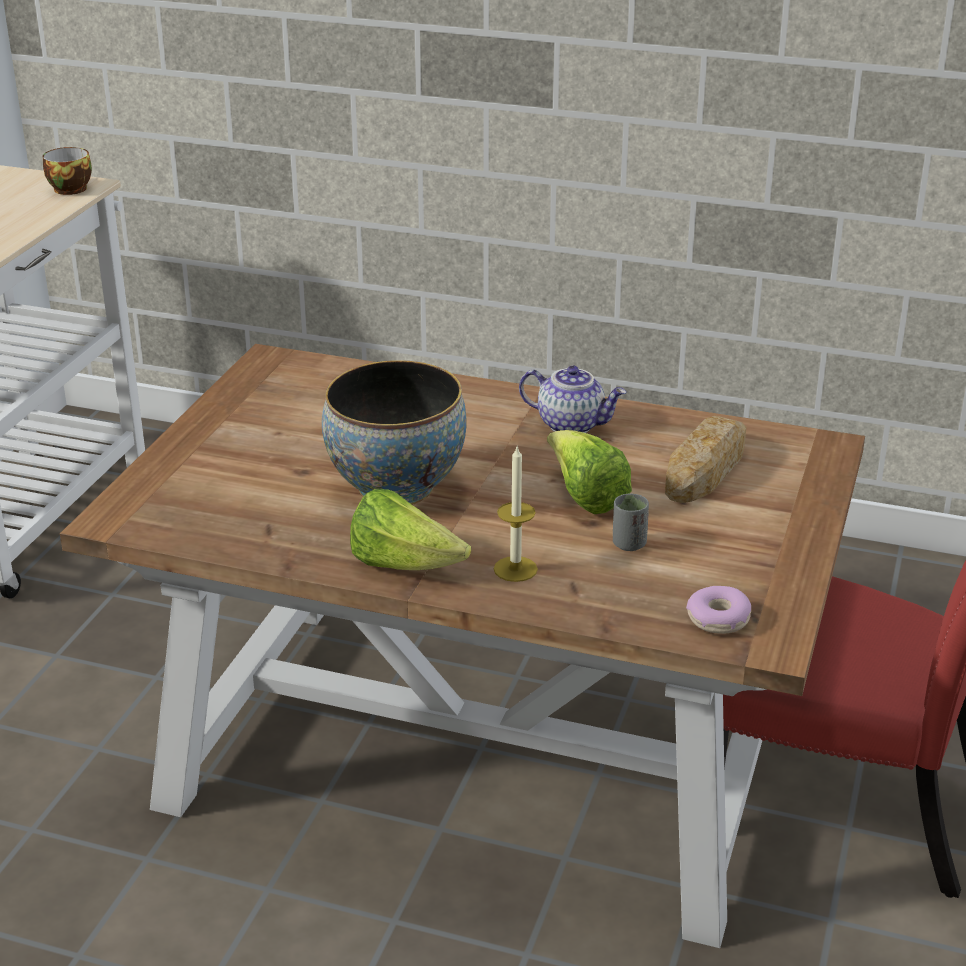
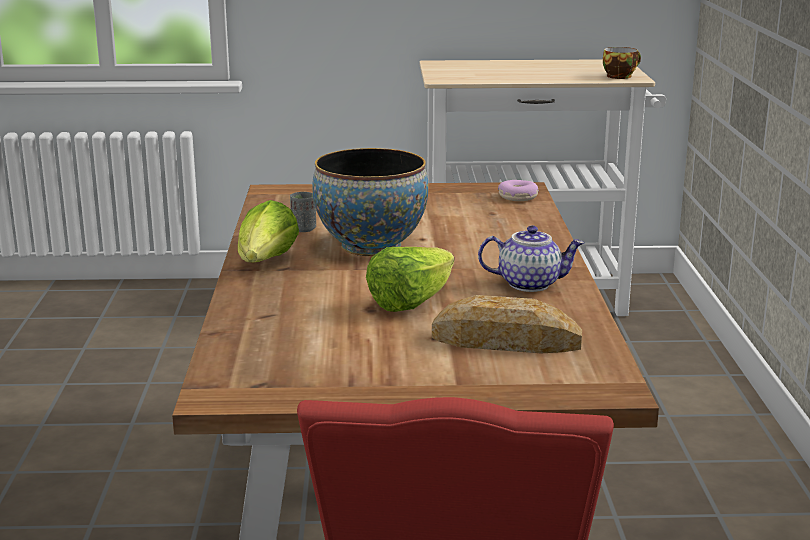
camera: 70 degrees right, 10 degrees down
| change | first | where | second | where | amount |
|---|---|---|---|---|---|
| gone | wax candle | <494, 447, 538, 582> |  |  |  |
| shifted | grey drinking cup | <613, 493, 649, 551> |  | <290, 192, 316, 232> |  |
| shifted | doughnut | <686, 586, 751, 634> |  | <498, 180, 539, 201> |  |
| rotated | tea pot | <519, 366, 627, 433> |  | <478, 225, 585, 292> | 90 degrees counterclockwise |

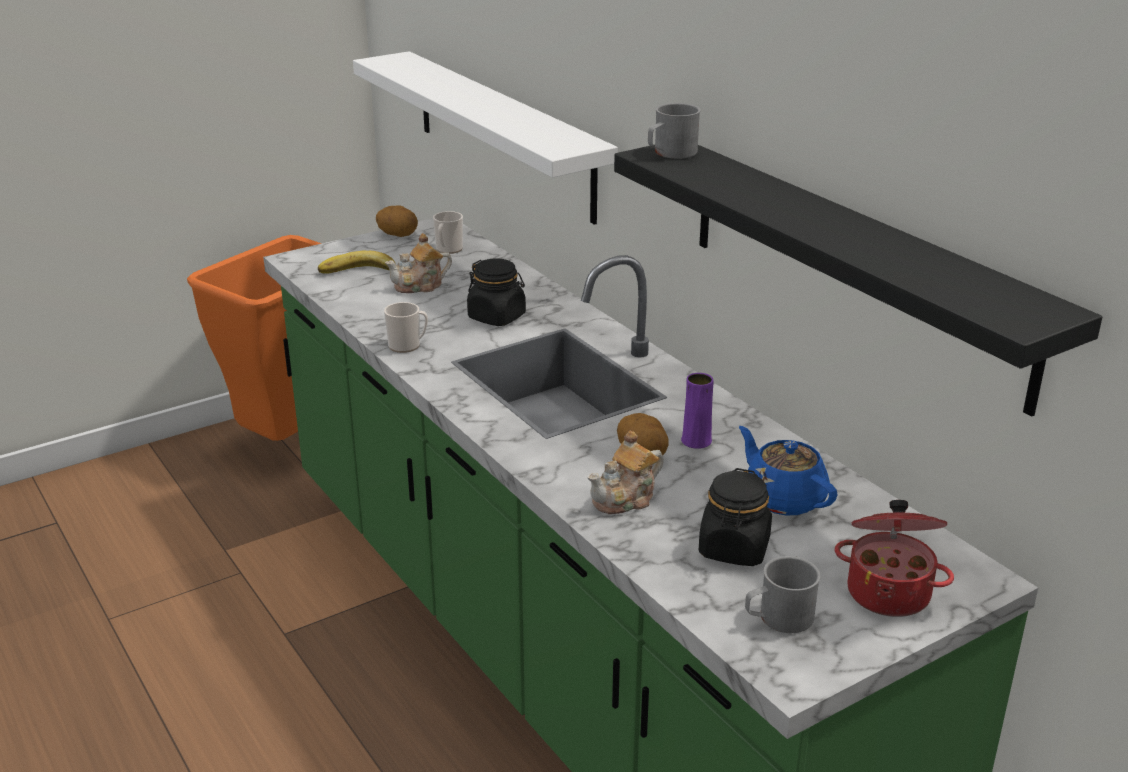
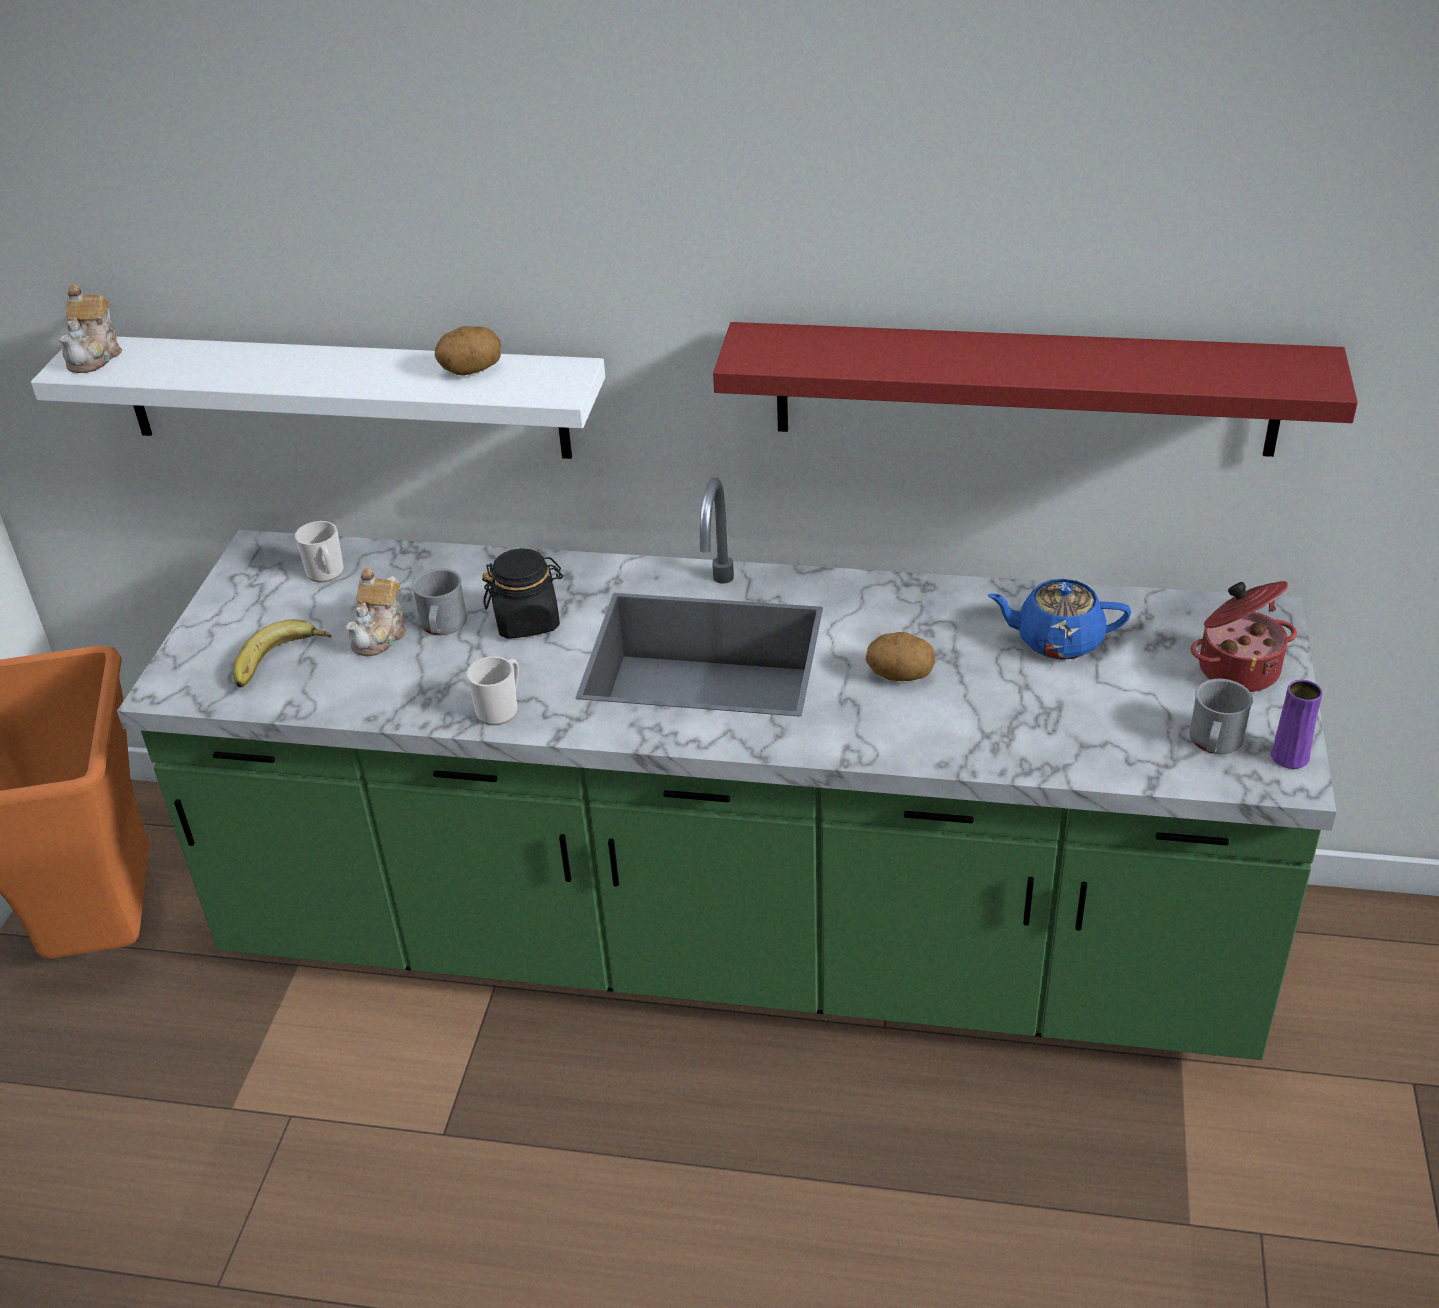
camera: 45 degrees left, 10 degrees up
| change | first | where | second | where | amount |
|---|---|---|---|---|---|
| gone | black-coloured storage jar | <699, 468, 772, 566> |  |  |  |
| shifted | spud | <376, 205, 418, 237> |  | <435, 326, 501, 376> |  |
| shifted | tea pot | <588, 431, 664, 514> |  | <59, 284, 122, 373> |  |
| shifted | grey mug | <648, 103, 701, 159> |  | <412, 568, 467, 635> |  |
| shifted | purple flower vase | <681, 373, 714, 449> |  | <1270, 680, 1322, 769> |  |
| repainted | black-coloured shelf | <614, 145, 1102, 417> | reddish shelf | <713, 322, 1358, 457> |  |

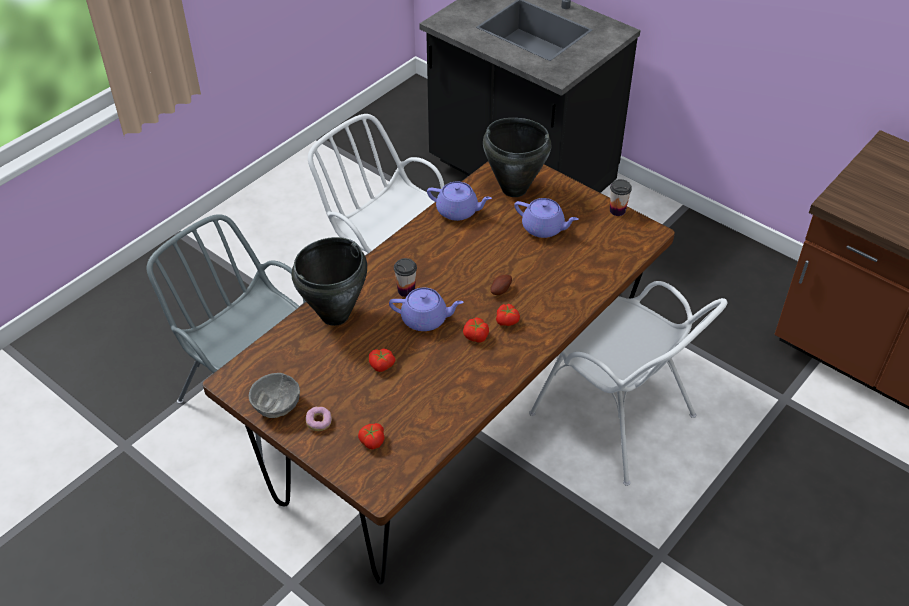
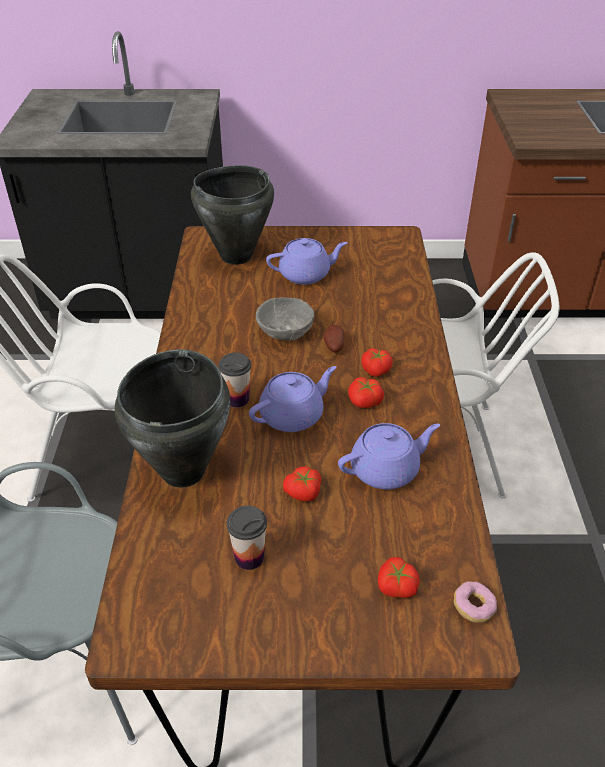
camera: 40 degrees left, 5 degrees down
| change | first | where | second | where | amount |
|---|---|---|---|---|---|
| shifted | grey deep dish | <249, 373, 300, 418> |  | <256, 297, 315, 341> |  |
| shifted | doughnut | <306, 407, 332, 431> |  | <454, 581, 497, 623> |  |
| shifted | purple tea pot | <427, 181, 492, 221> |  | <338, 423, 440, 489> |  |
| shifted | drinking cup | <610, 179, 632, 216> |  | <227, 506, 267, 570> |  |

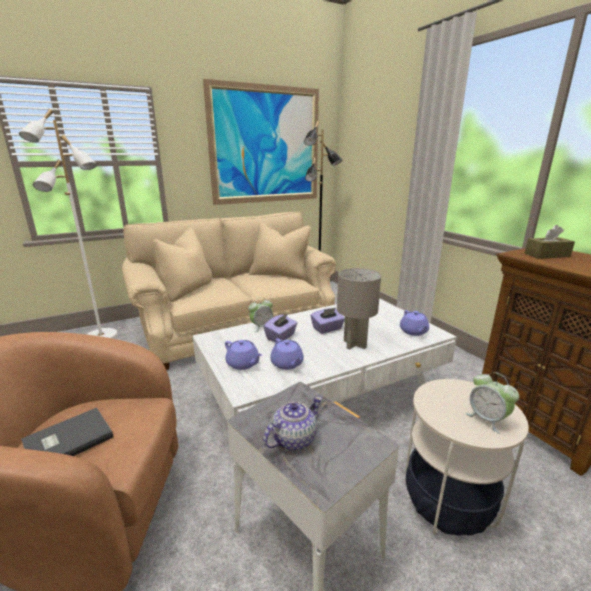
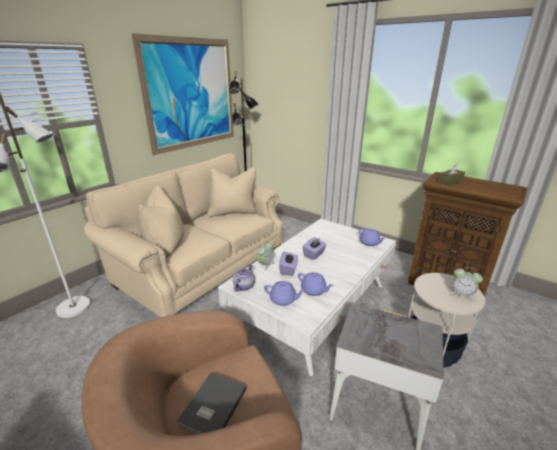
camera: 25 degrees left, 5 degrees up
| change | first | where | second | where | amount |
|---|---|---|---|---|---|
| gone | grey table lamp | <337, 268, 381, 350> |  |  |  |
| shifted | tea pot | <263, 397, 322, 451> |  | <233, 264, 255, 292> |  |

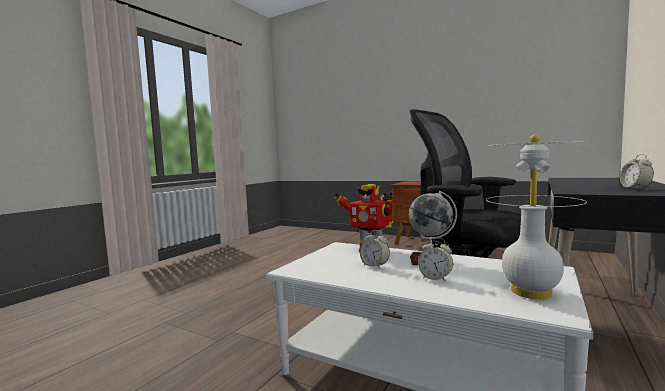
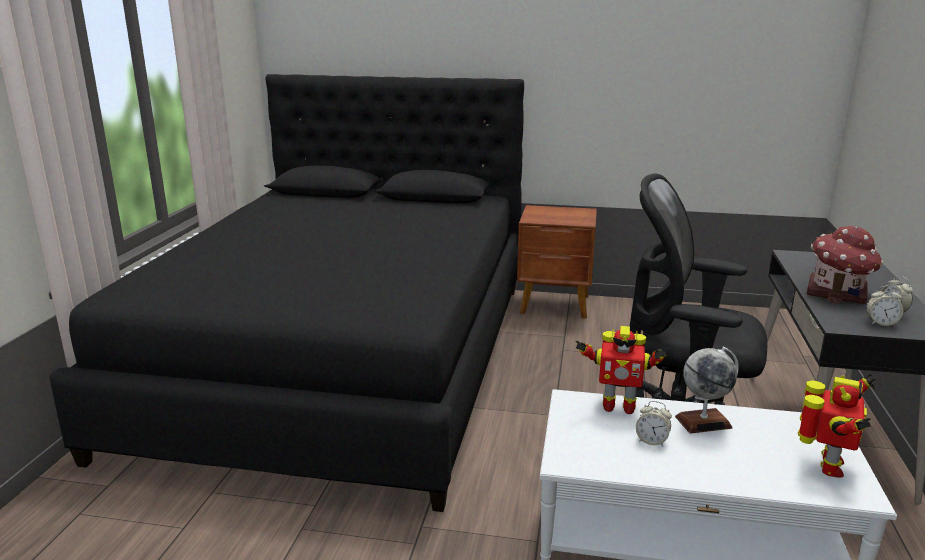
camera: 20 degrees left, 15 degrees up
| change | first | where | second | where | amount |
|---|---|---|---|---|---|
| new |  |  | black-coloured bedroom bed | <49, 74, 524, 512> |  |
| new |  |  | model house | <807, 226, 883, 304> |  |
| shifted | table clock | <418, 237, 453, 282> |  | <866, 286, 903, 327> |  |
| swapped | white table lamp | <486, 134, 589, 299> | robot figure | <798, 373, 875, 478> |  |

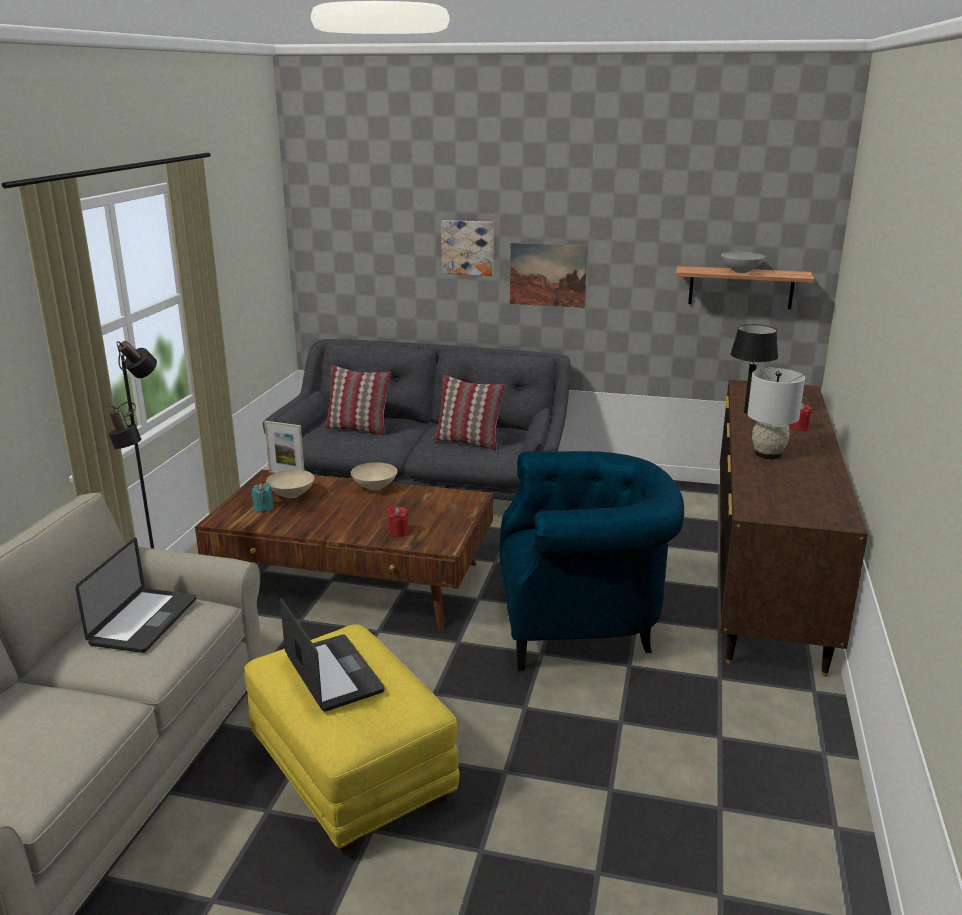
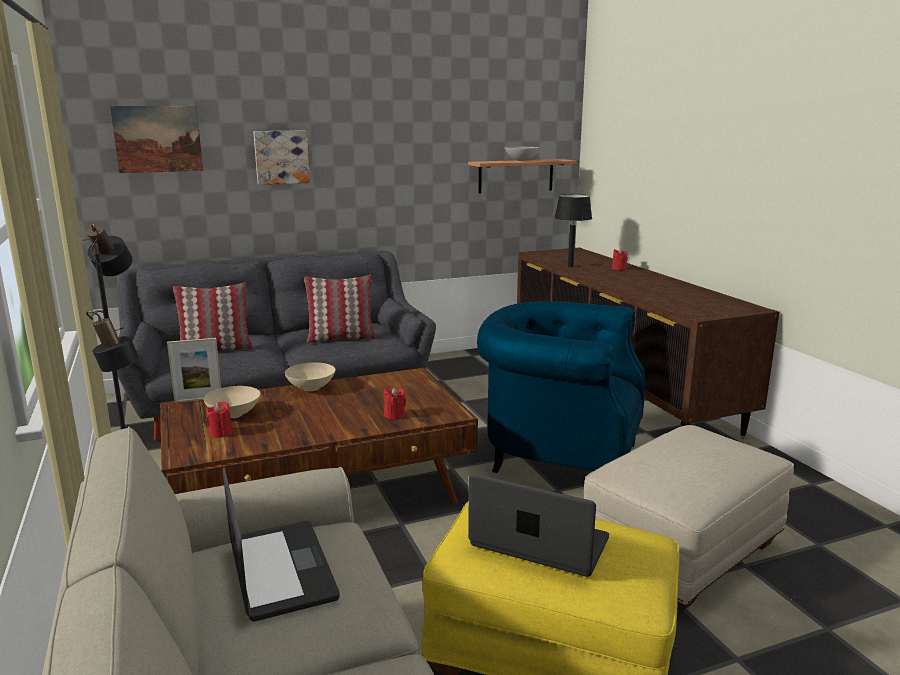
camera: 35 degrees left, 5 degrees down
| change | first | where | second | where | amount |
|---|---|---|---|---|---|
| gone | white table lamp | <747, 368, 805, 459> |  |  |  |
| new |  |  | beige pouffe | <584, 425, 794, 611> |  |
| shifted | wall art | <510, 243, 587, 308> |  | <110, 106, 203, 173> |  |
| repainted | turquoise-coloured wax candle | <251, 483, 274, 513> | reddish wax candle | <206, 402, 232, 438> |  |
| rotated | bluish easy chair | <500, 451, 684, 670> |  | <477, 301, 645, 473> | 120 degrees counterclockwise |

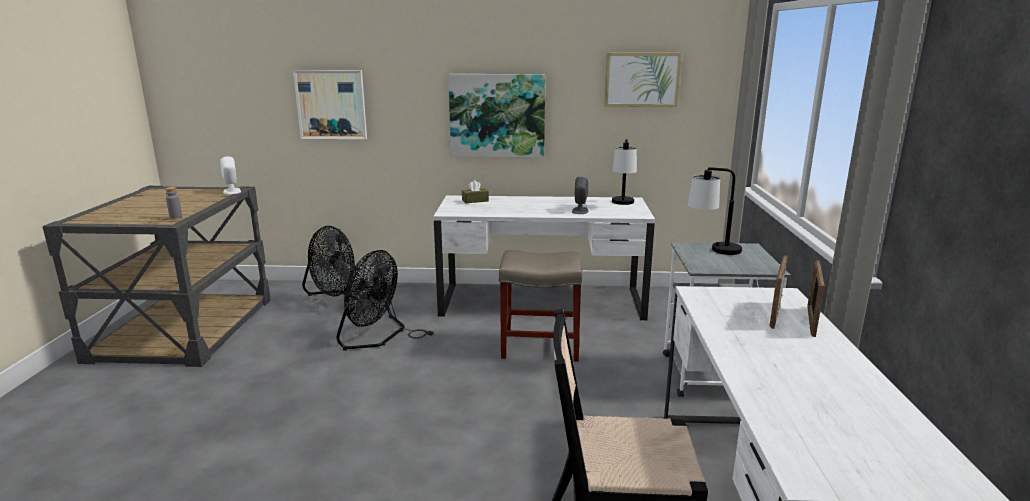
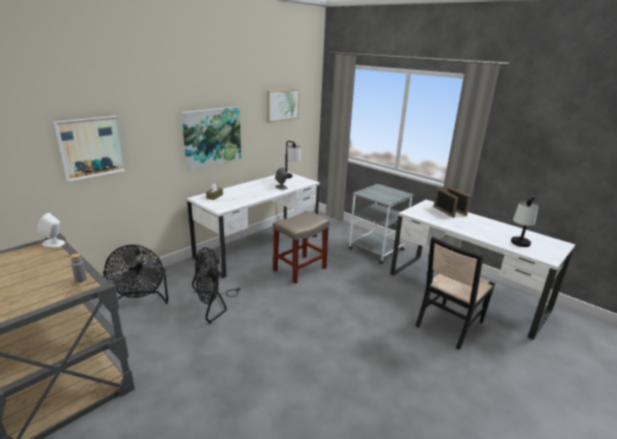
camera: 50 degrees left, 5 degrees up
| change | first | where | second | where | amount |
|---|---|---|---|---|---|
| shifted | table lamp | <688, 167, 742, 255> |  | <511, 195, 539, 247> |  |

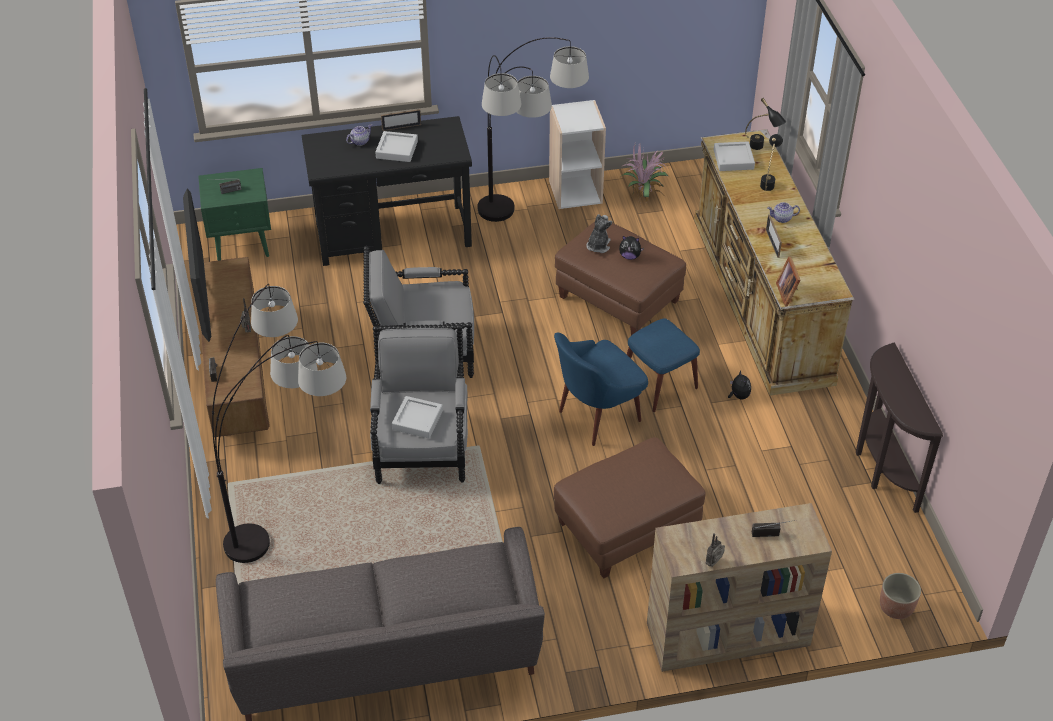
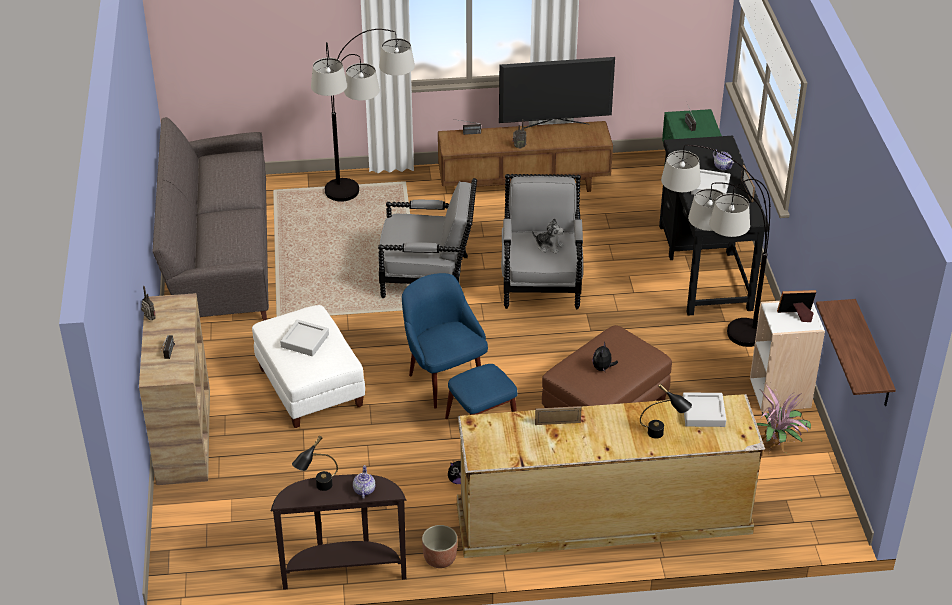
camera: 95 degrees right, 5 degrees down
| change | first | where | second | where | amount |
|---|---|---|---|---|---|
| new |  |  | shelf | <816, 299, 896, 406> |  |
| shifted | grey carrying tray | <392, 396, 443, 438> |  | <280, 319, 329, 356> |  |
| shifted | cuddly toy | <586, 214, 613, 253> |  | <532, 218, 564, 254> |  |
| shifted | black-coloured table lamp | <745, 98, 786, 150> |  | <292, 436, 338, 491> |  |
| shifted | tea pot | <768, 202, 800, 223> |  | <353, 465, 375, 499> |  |
| shifted | standing frame | <776, 257, 801, 306> |  | <777, 290, 816, 322> |  |
| shifted | plant pot | <880, 573, 921, 619> |  | <422, 525, 457, 568> |  |
| repainted | brownish pouffe | <554, 437, 706, 579> | white pouffe | <252, 305, 365, 428> |  |

